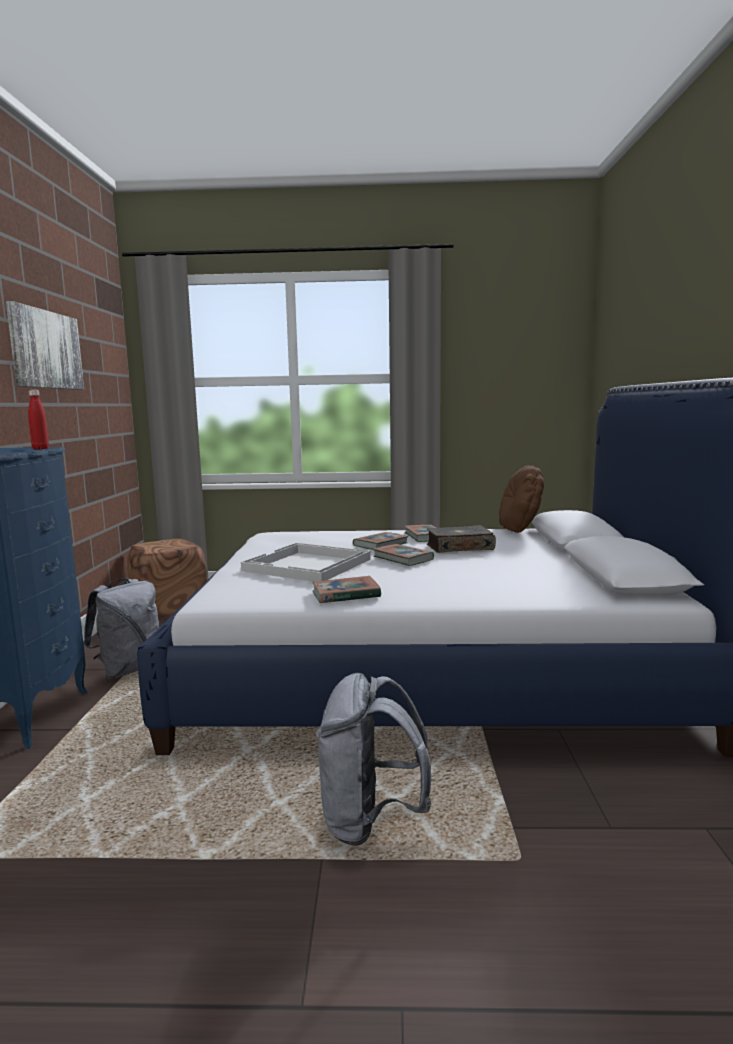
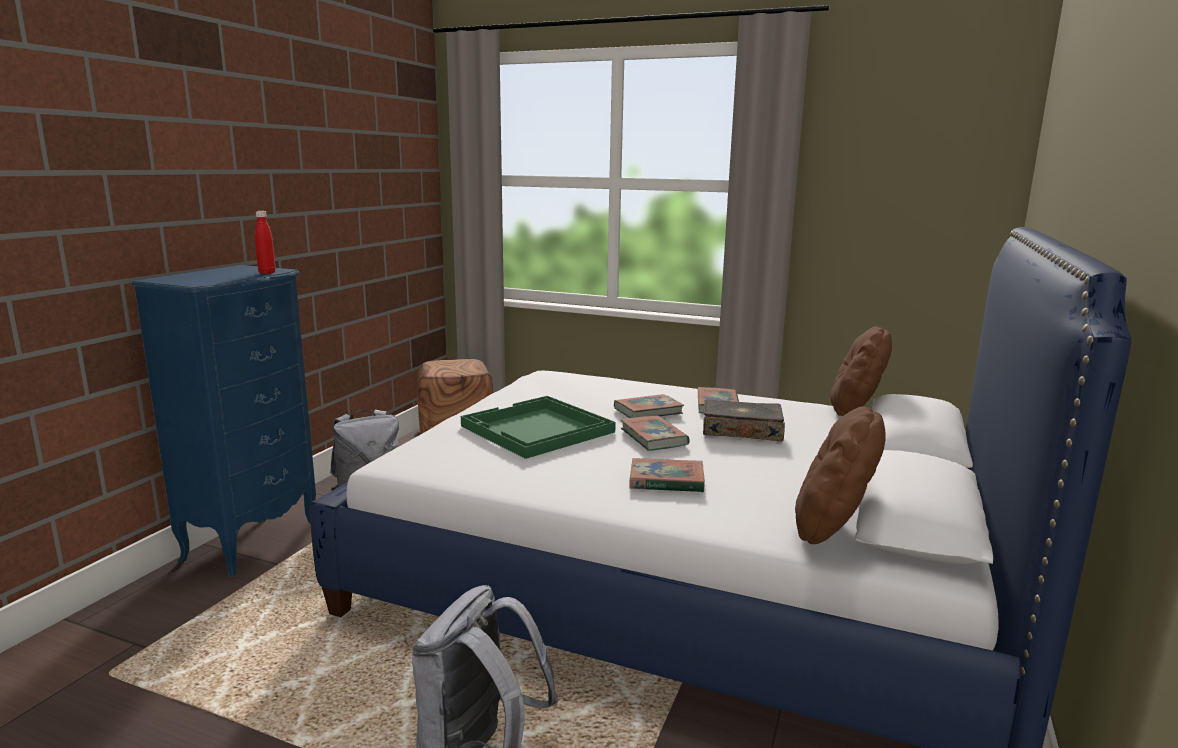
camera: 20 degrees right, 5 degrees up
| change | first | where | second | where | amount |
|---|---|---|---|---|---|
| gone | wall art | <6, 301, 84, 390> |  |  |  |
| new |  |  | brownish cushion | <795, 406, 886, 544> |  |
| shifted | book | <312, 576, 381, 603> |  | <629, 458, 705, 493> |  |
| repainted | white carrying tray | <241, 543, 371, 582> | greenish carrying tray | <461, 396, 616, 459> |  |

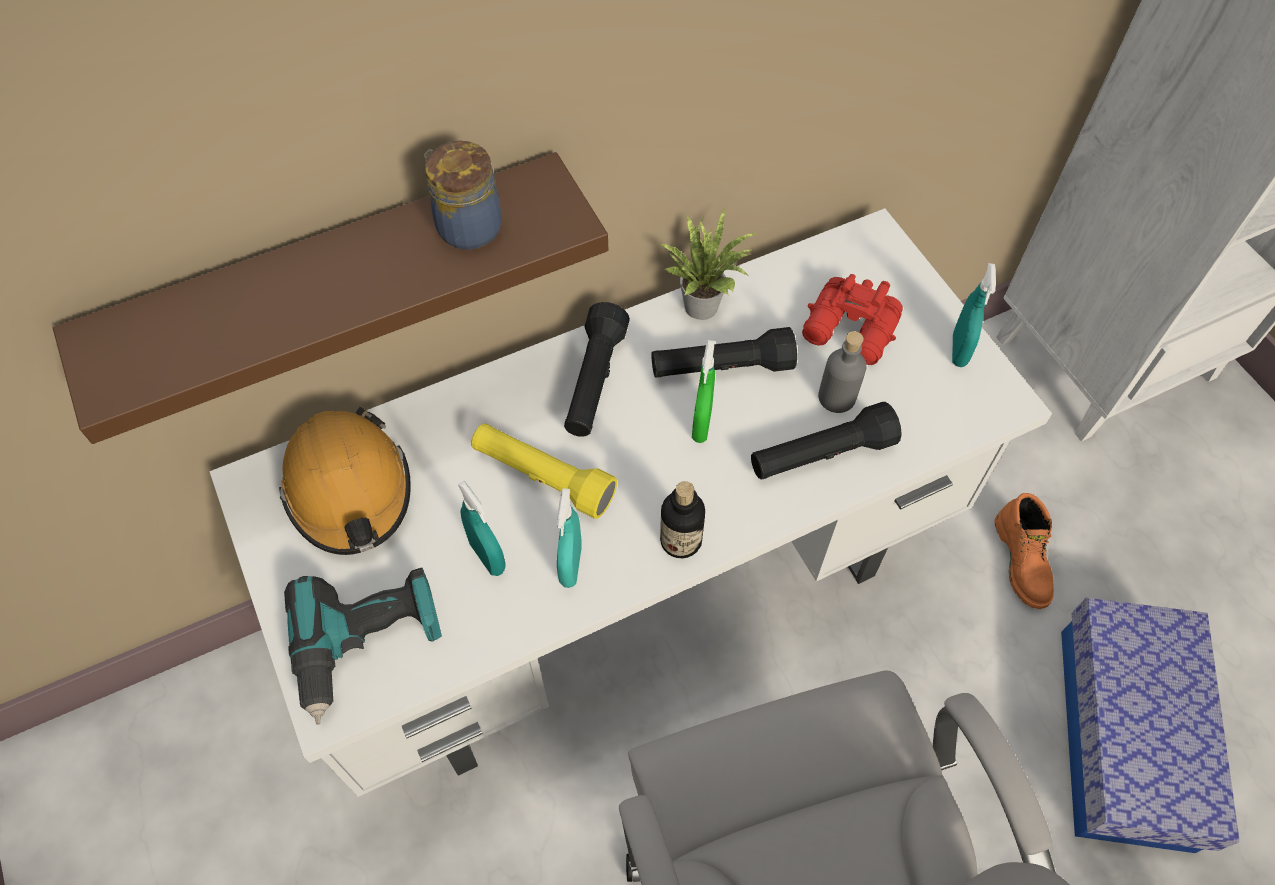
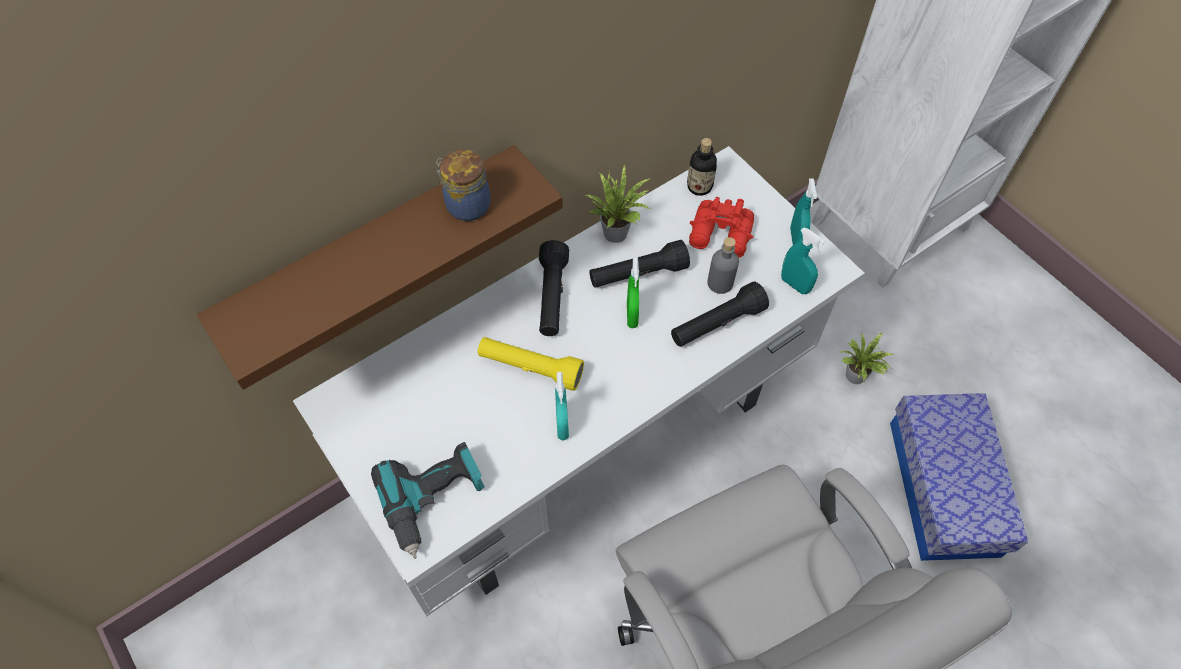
camera: 10 degrees left, 0 degrees up
| change | first | where | second | where | amount |
|---|---|---|---|---|---|
| gone | orange-coloured safety helmet | <279, 407, 411, 555> |  |  |  |
| shifted | turquoise-coloured sprayer | <458, 481, 506, 576> |  | <781, 227, 826, 294> |  |
| shifted | beverage bottle | <660, 481, 705, 558> |  | <687, 138, 717, 196> |  |
| swapped | orange-coloured high-top boot | <994, 493, 1054, 609> | houseplant | <840, 332, 894, 384> |  |

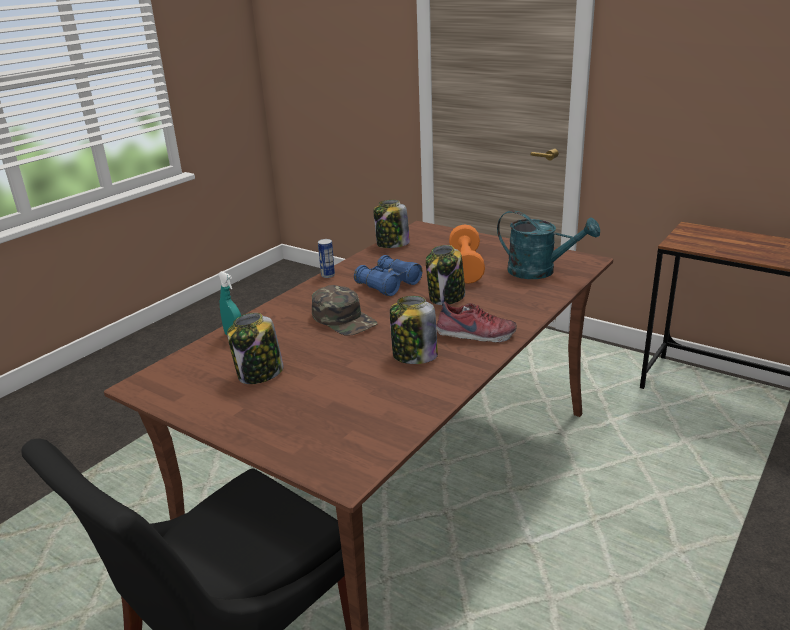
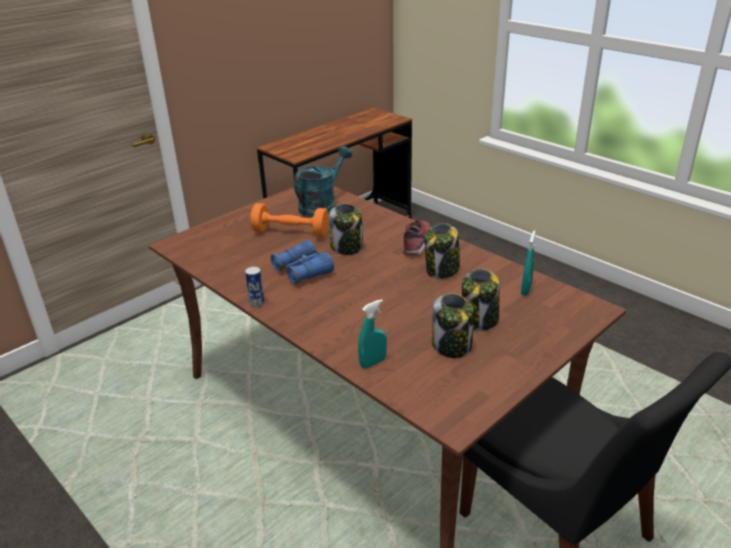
camera: 80 degrees left, 5 degrees up
| change | first | where | second | where | amount |
|---|---|---|---|---|---|
| gone | greenish peaked cap | <312, 285, 377, 336> |  |  |  |
| new |  |  | turquoise-coloured sprayer | <521, 230, 536, 296> |  |
| shifted | storage jar | <374, 200, 410, 248> |  | <462, 268, 499, 331> |  |

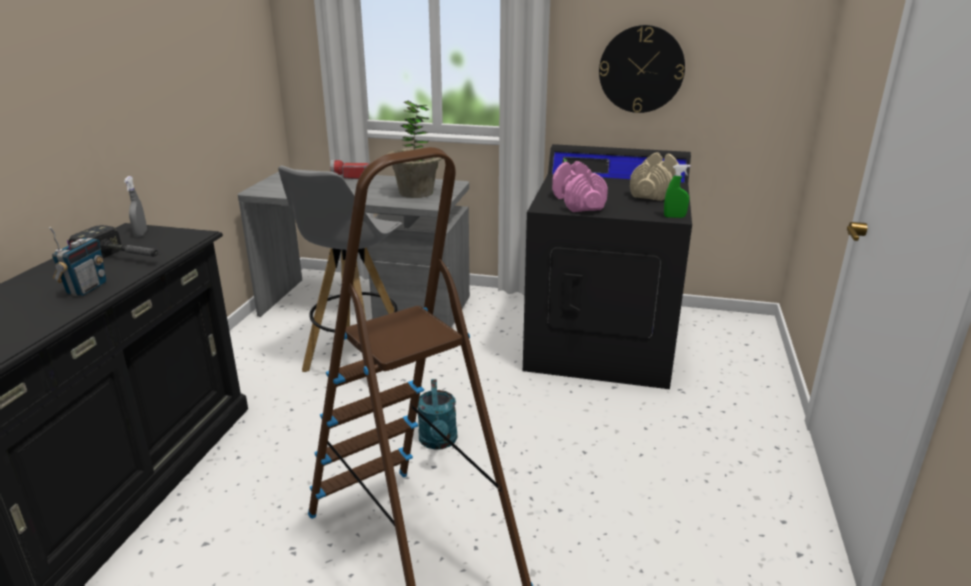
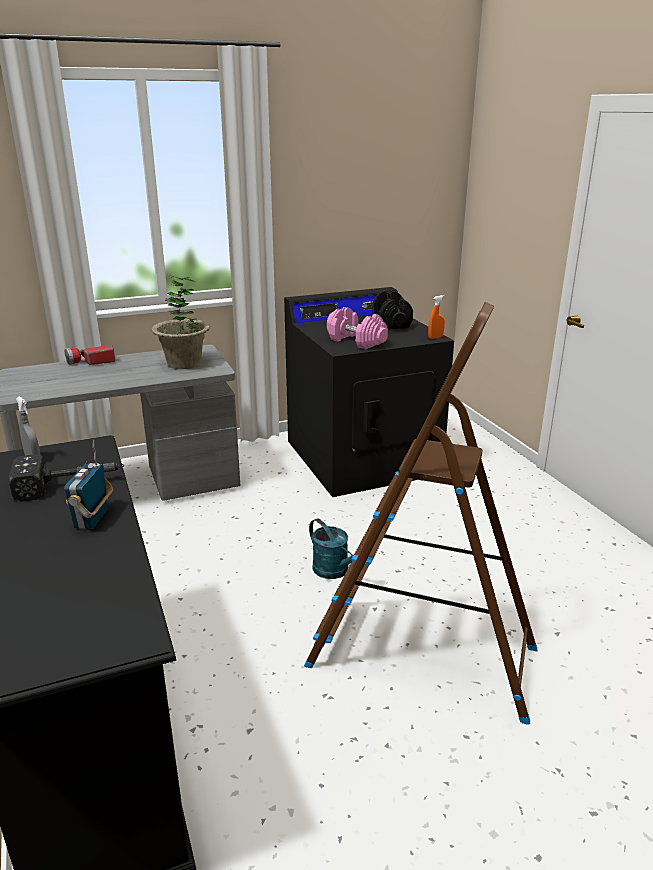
camera: 35 degrees left, 0 degrees up
| change | first | where | second | where | amount |
|---|---|---|---|---|---|
| gone | grey sitting stool | <278, 166, 403, 372> |  |  |  |
| gone | wall clock | <599, 25, 685, 113> |  |  |  |
| repainted | beige hand weight | <630, 152, 679, 201> | black-coloured hand weight | <372, 290, 413, 329> |  |
| repainted | greenish sprayer | <664, 164, 691, 218> | orange-coloured sprayer | <428, 295, 445, 339> |  |
| rotated | radio set | <49, 227, 106, 296> |  | <64, 440, 113, 529> | 150 degrees counterclockwise |

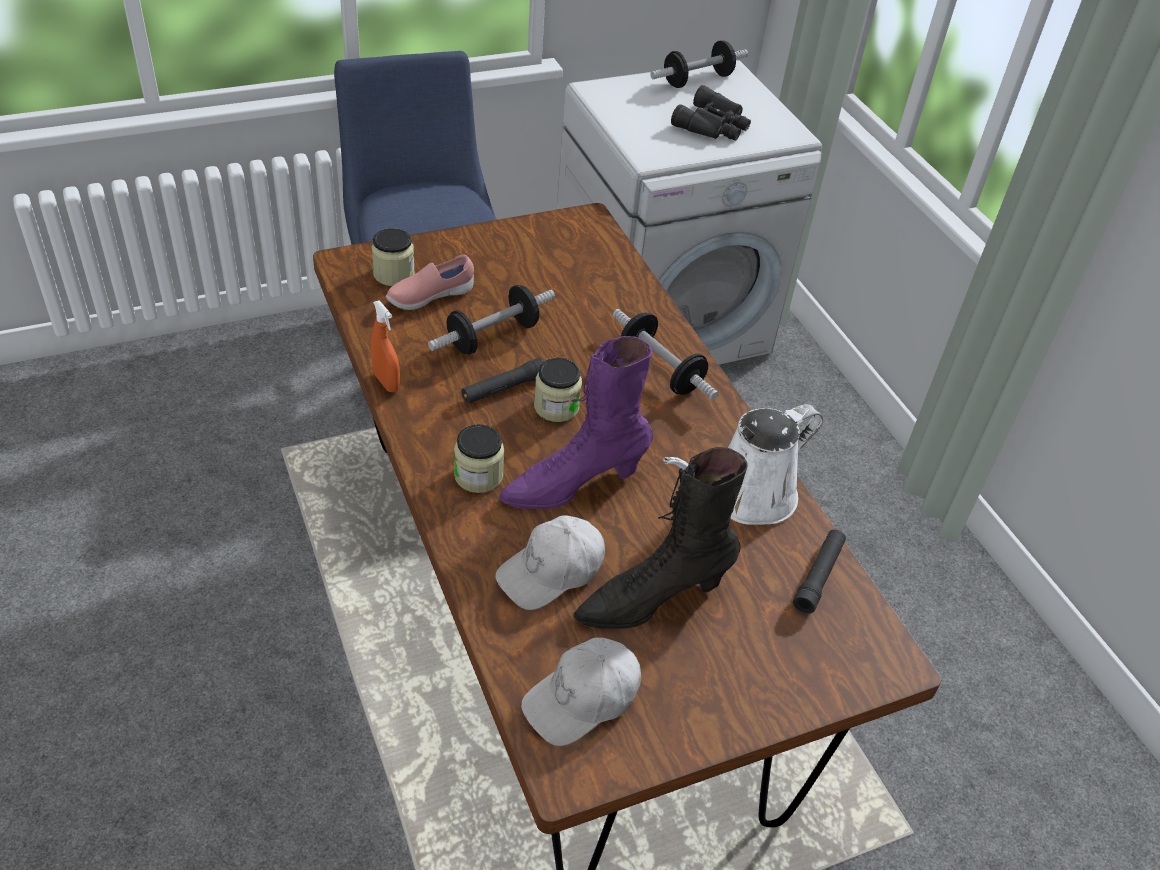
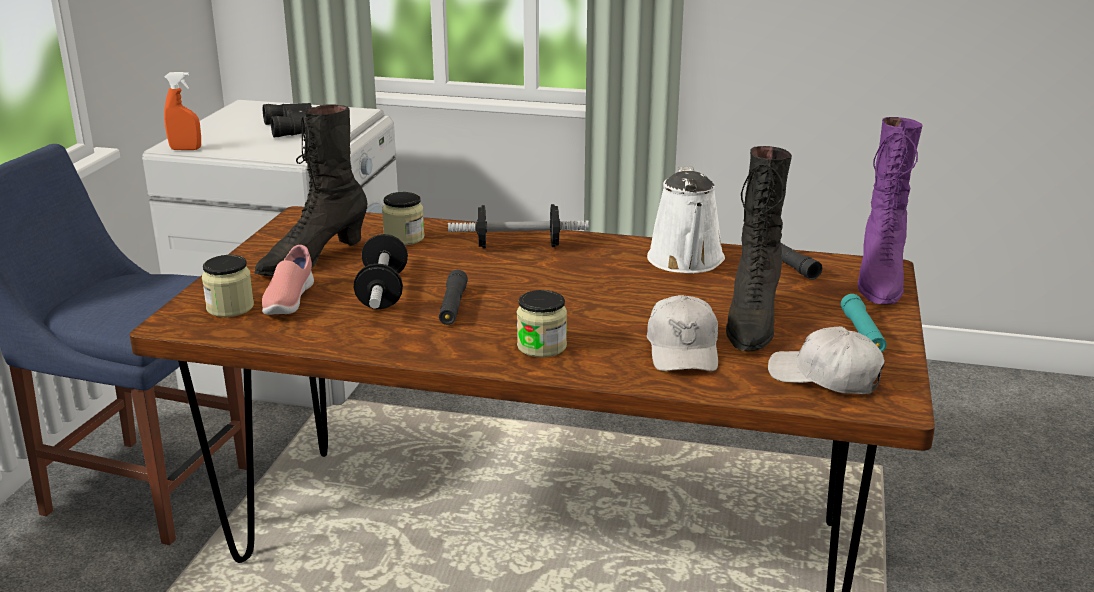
camera: 50 degrees left, 20 degrees down
| change | first | where | second | where | amount |
|---|---|---|---|---|---|
| gone | hand weight | <650, 40, 748, 88> |  |  |  |
| new |  |  | black-coloured high-top boot | <254, 104, 368, 276> |  |
| new |  |  | turquoise-coloured torch | <841, 294, 887, 352> |  |
| shifted | orange-coloured sprayer | <371, 300, 400, 392> |  | <164, 72, 201, 150> |  |
| shifted | purple high-top boot | <499, 336, 653, 509> |  | <857, 117, 923, 304> |  |
| shifted | storage jar | <534, 358, 582, 422> |  | <382, 192, 424, 245> |  |
| rotated | white peaked cap | <521, 638, 641, 746> |  | <768, 327, 885, 394> | 120 degrees clockwise |

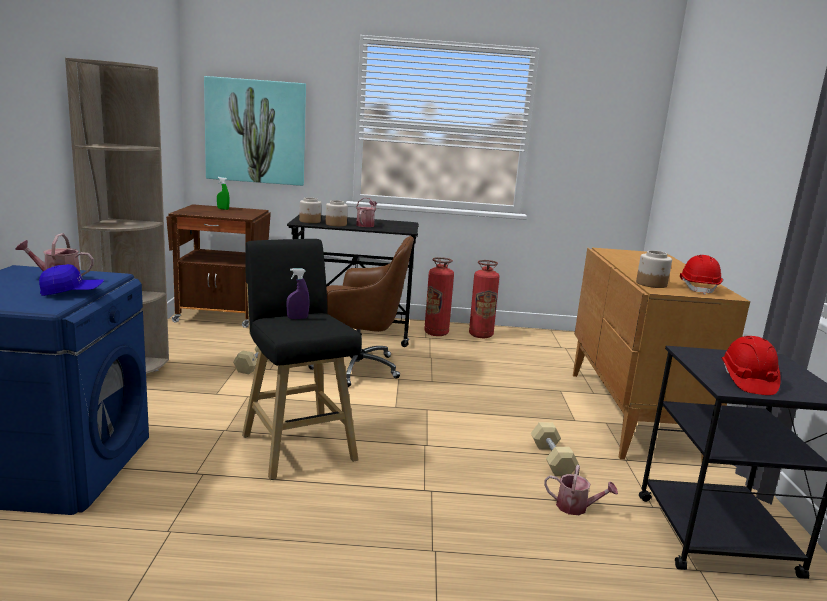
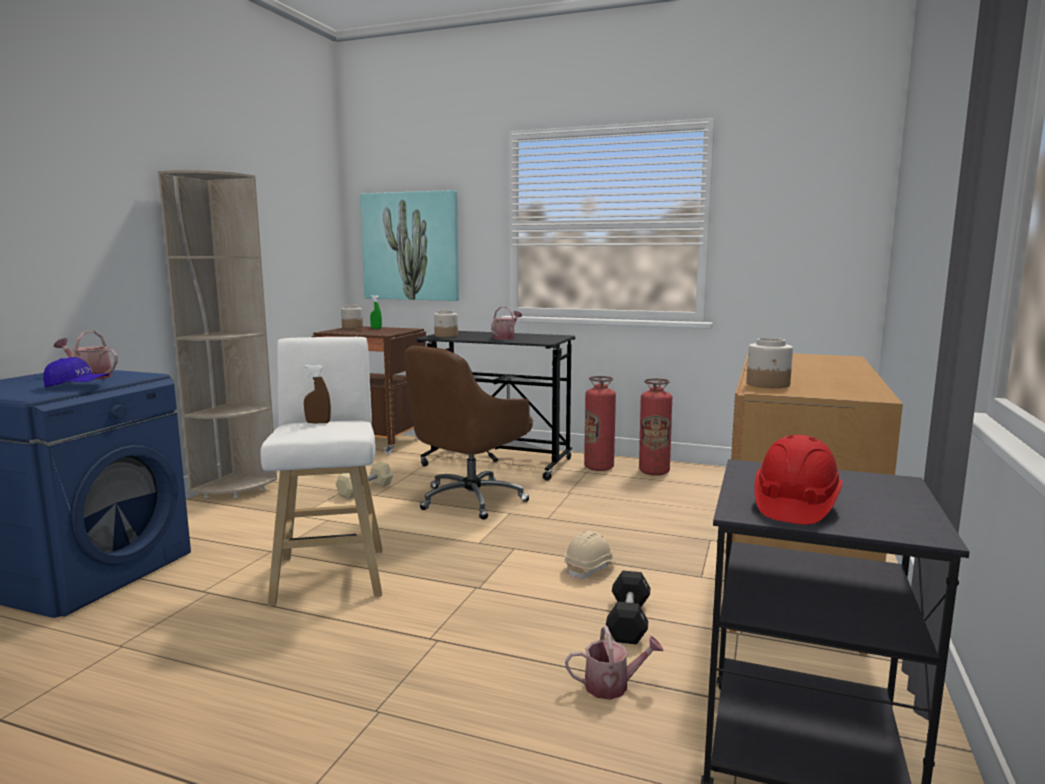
camera: 20 degrees right, 5 degrees down
| change | first | where | second | where | amount |
|---|---|---|---|---|---|
| gone | reddish safety helmet | <680, 255, 723, 295> |  |  |  |
| new |  |  | beige safety helmet | <564, 531, 616, 580> |  |
| shifted | storage jar | <326, 200, 348, 226> |  | <341, 305, 363, 329> |  |
| repainted | black-coloured sitting stool | <242, 239, 362, 480> | white sitting stool | <260, 337, 383, 607> |  |
| repainted | purple sprayer | <286, 268, 310, 319> | brownish sprayer | <304, 365, 331, 423> |  |
| repainted | beige hand weight | <531, 422, 579, 476> | black-coloured hand weight | <606, 571, 650, 645> |  |
| rotated | brownish office chair | <309, 236, 414, 387> |  | <405, 346, 533, 520> | 105 degrees clockwise |
| rotated | watering pot | <544, 465, 618, 515> |  | <565, 626, 664, 700> | 45 degrees counterclockwise |

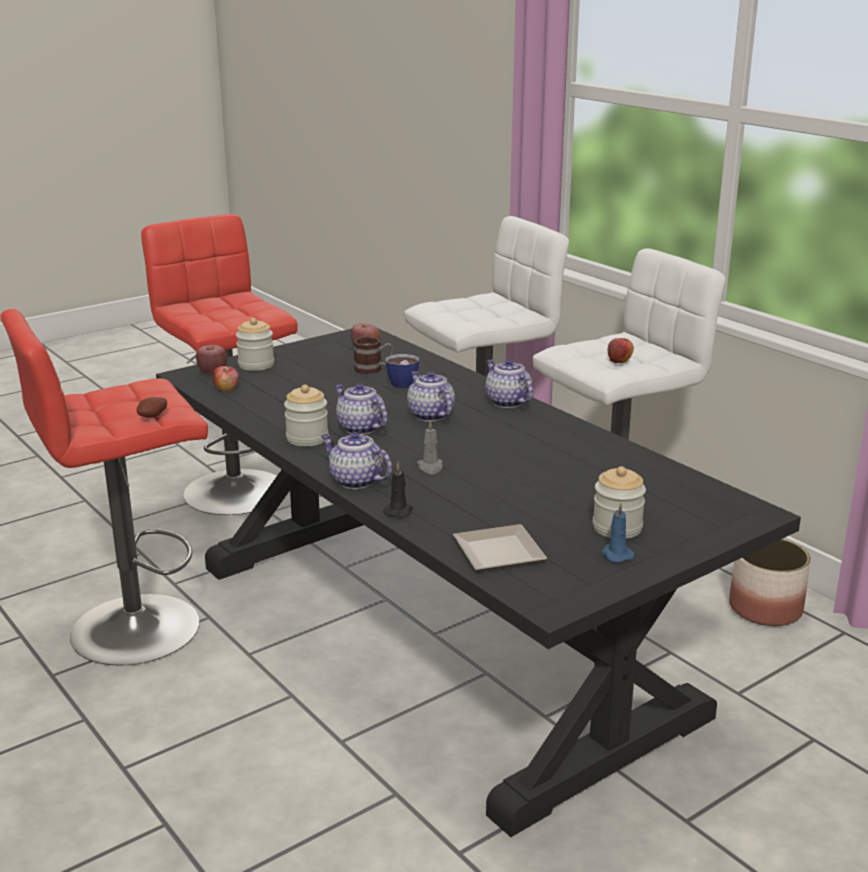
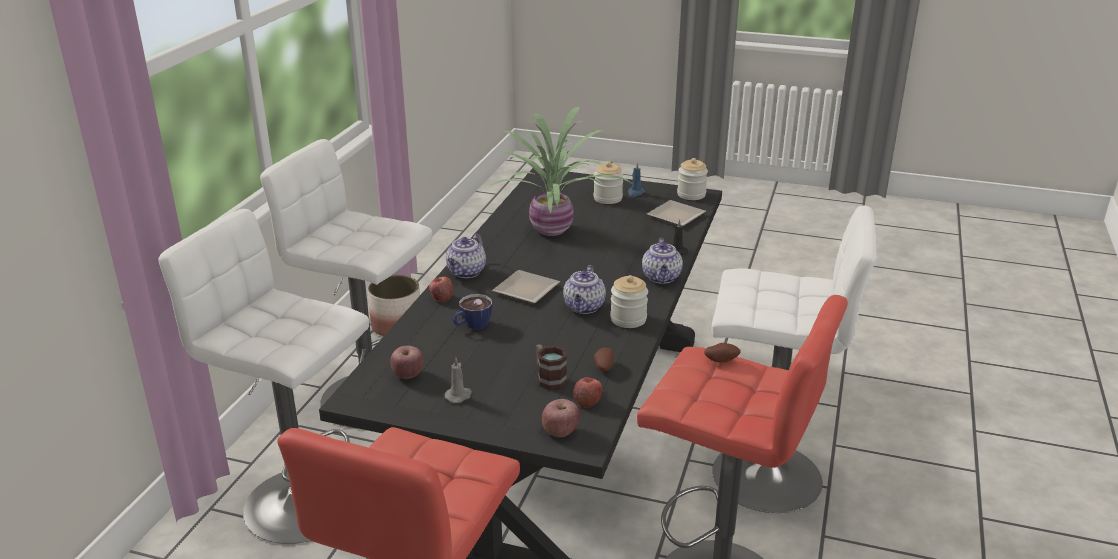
camera: 125 degrees left, 5 degrees up
| change | first | where | second | where | amount |
|---|---|---|---|---|---|
| new |  |  | houseplant | <487, 107, 631, 236> |  |
| new |  |  | spud | <594, 347, 614, 371> |  |
| new |  |  | white sitting stool | <711, 206, 877, 513> |  |
| shifted | storage jar | <236, 318, 274, 371> |  | <677, 158, 708, 200> |  |
| shifted | mug | <353, 337, 393, 375> |  | <535, 345, 567, 390> |  |
| shifted | grey wax candle | <417, 420, 443, 474> |  | <445, 358, 472, 403> |  |
| shifted | whole apple | <608, 338, 634, 363> |  | <429, 277, 454, 303> |  |
| swapped | tea pot | <407, 371, 455, 421> | dinner plate | <492, 270, 560, 304> |  |

